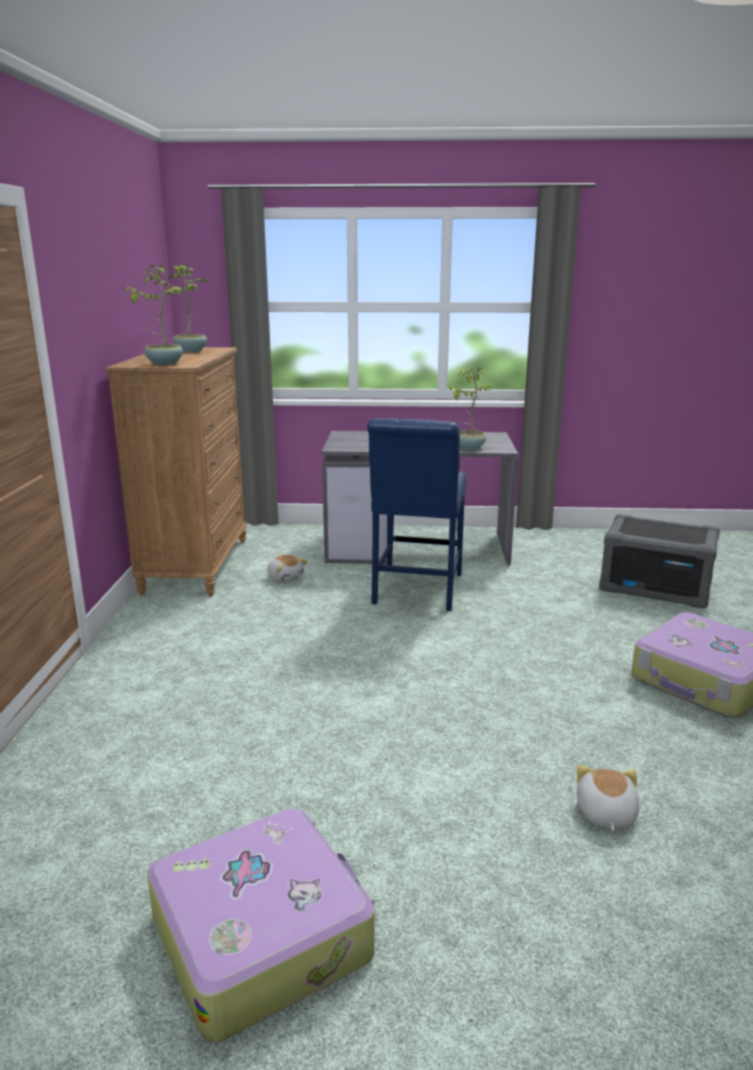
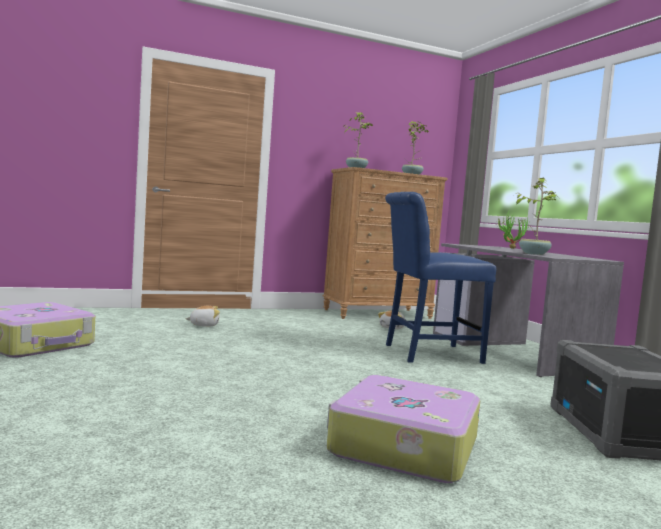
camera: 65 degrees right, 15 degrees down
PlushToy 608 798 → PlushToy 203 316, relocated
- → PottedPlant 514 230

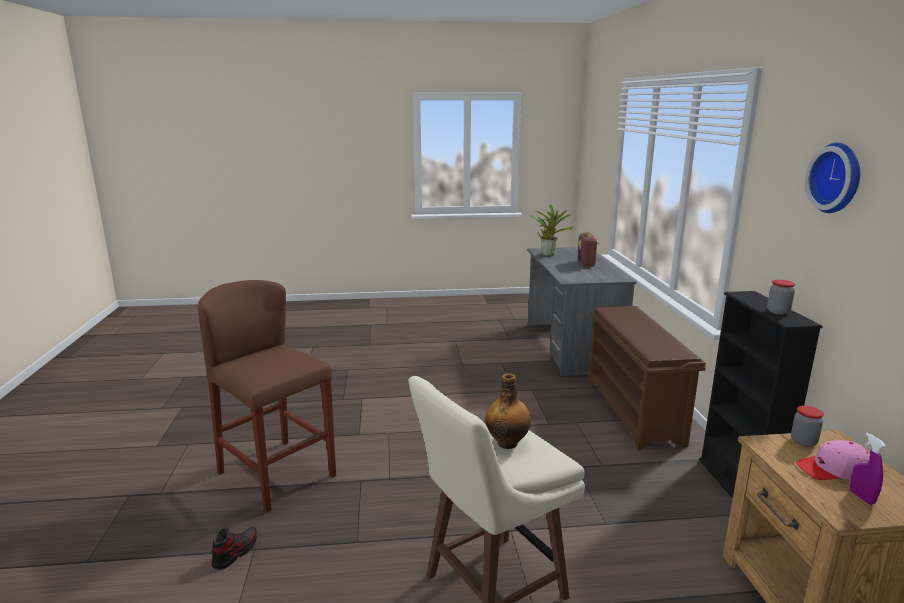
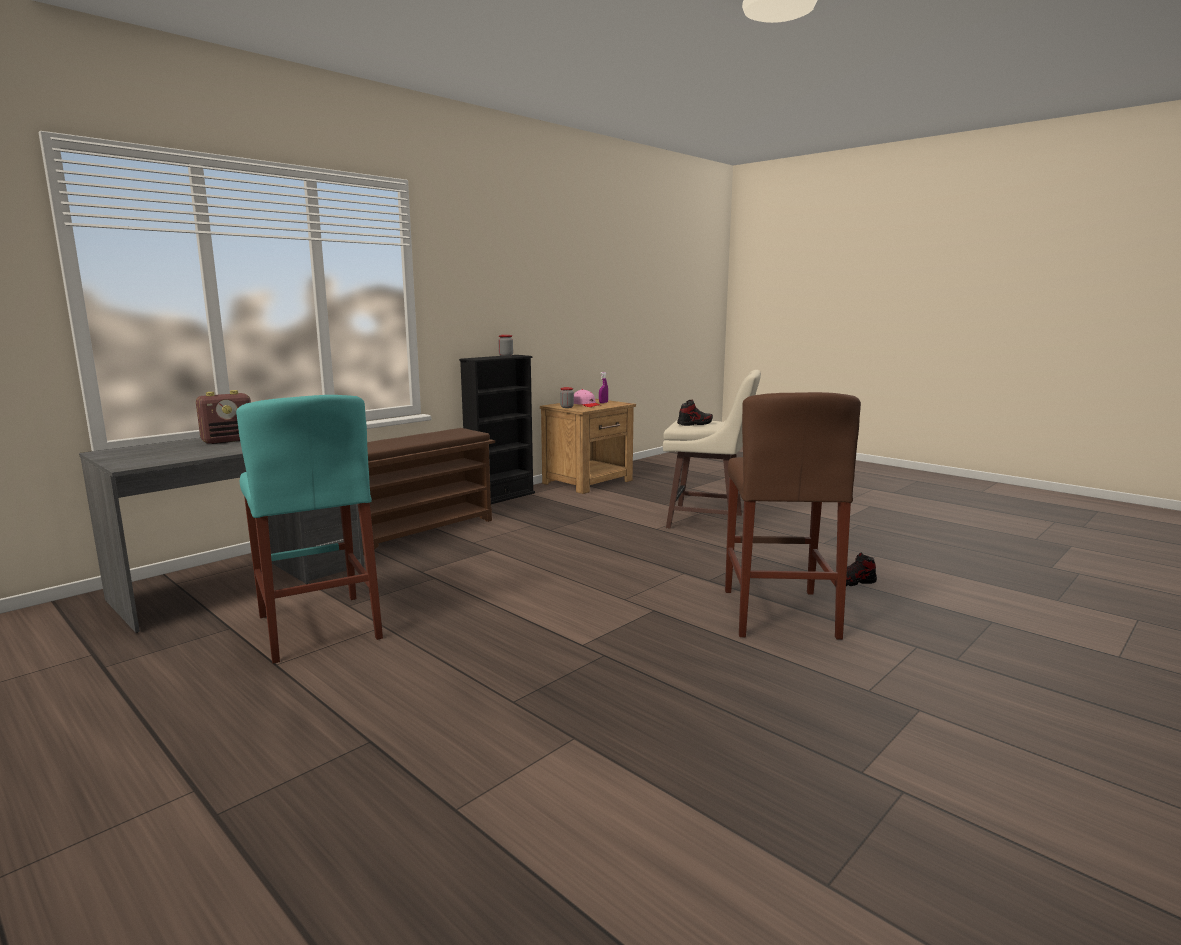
camera: 130 degrees left, 5 degrees down
WallClock 832 178 → -
PottedPlant 551 230 → -
Bottle 508 411 → Shoe 695 413
- → TurquoiseStool 309 529

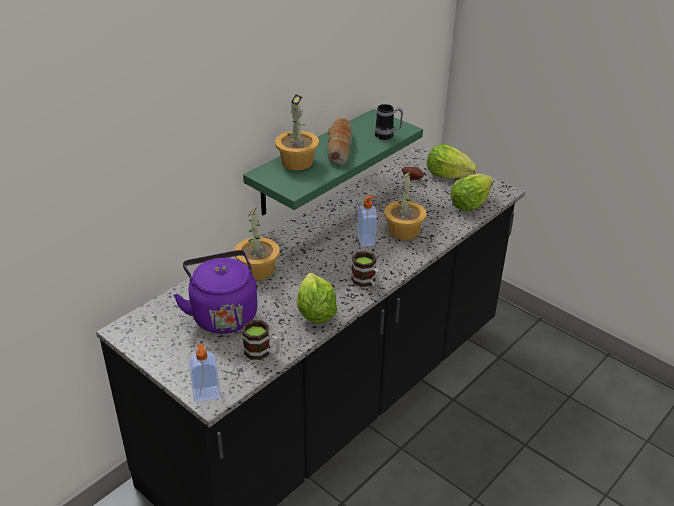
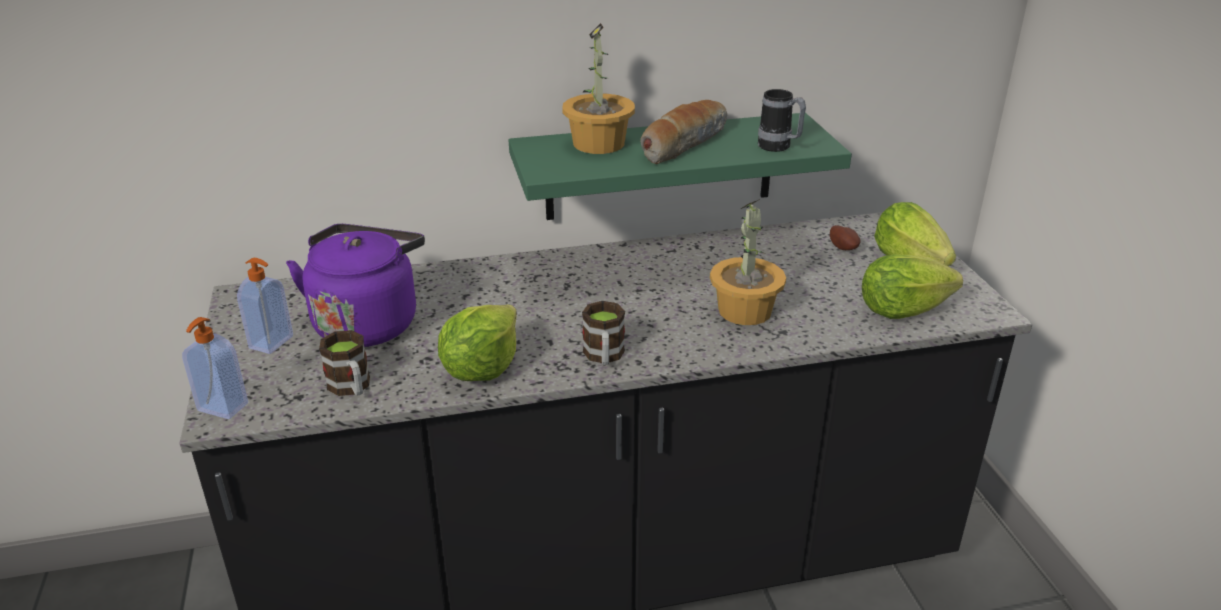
camera: 35 degrees right, 5 degrees down
SoapDispenser 367 221 → SoapDispenser 265 306, relocated
PottedPlant 257 243 → -

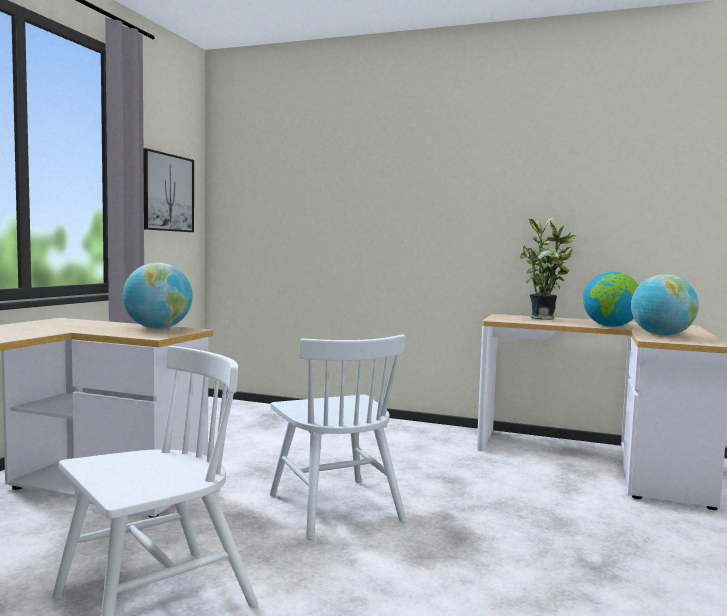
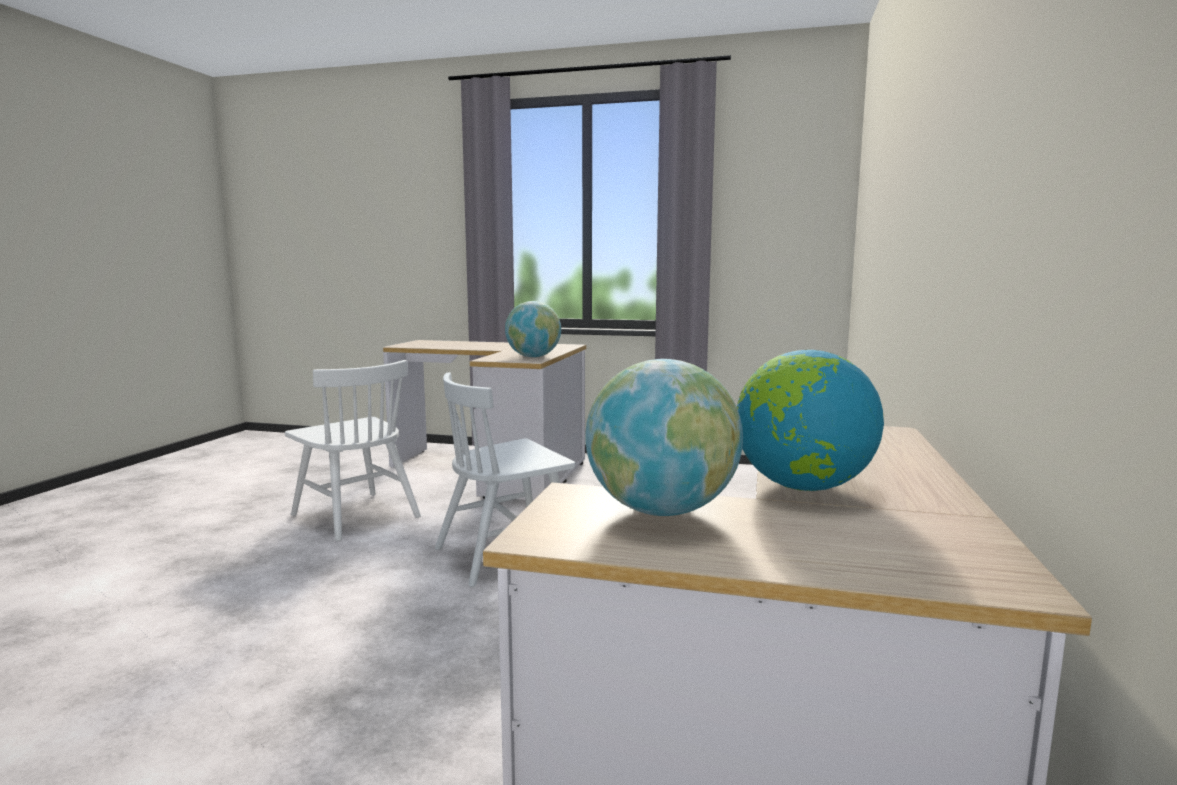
camera: 85 degrees right, 5 degrees up
Picture 168 190 → -
PottedPlant 548 268 → -

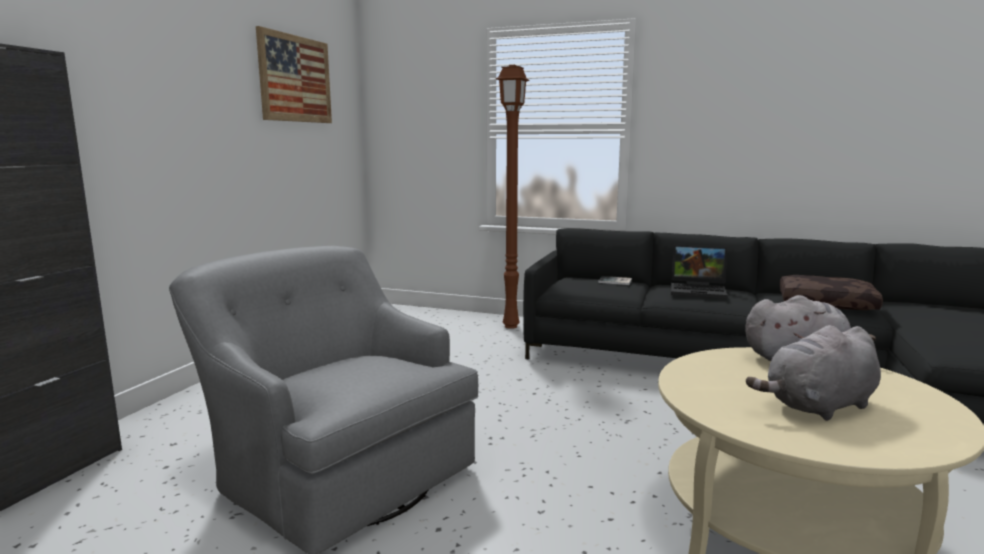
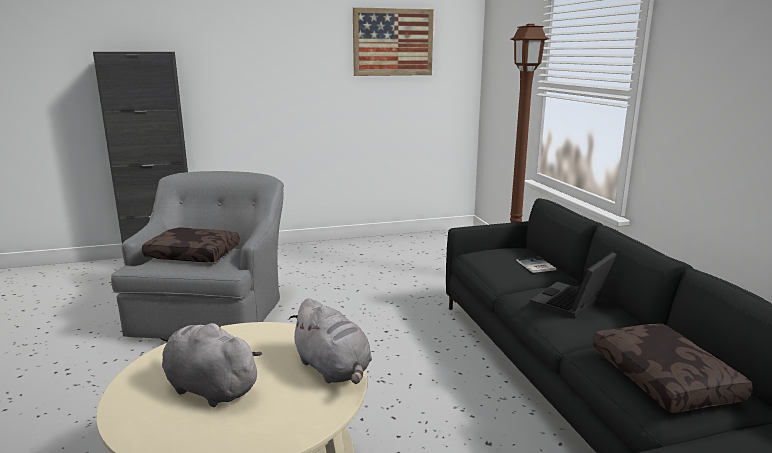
camera: 55 degrees right, 5 degrees up
Laptop 699 271 → Laptop 573 285, 60 degrees clockwise
- → BrownPillow 191 244

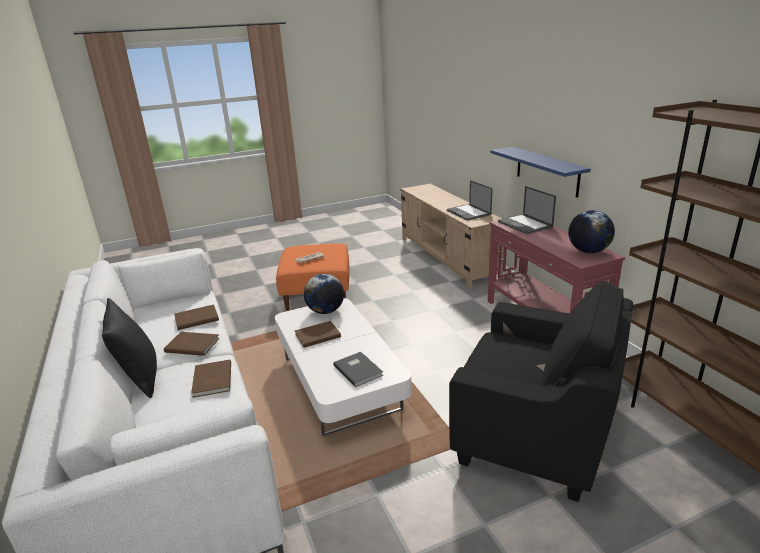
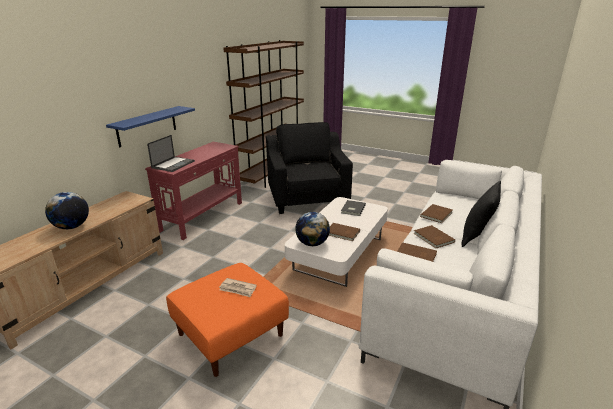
camera: 130 degrees left, 0 degrees up
Laptop 470 200 → -
Globe 591 231 → Globe 67 210, relocated

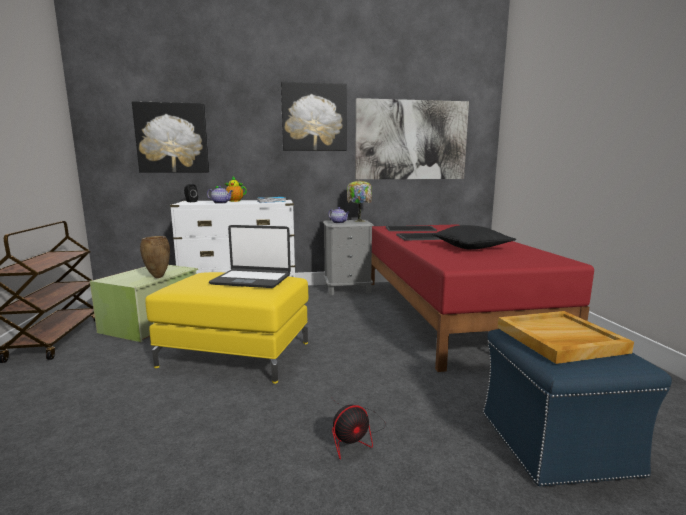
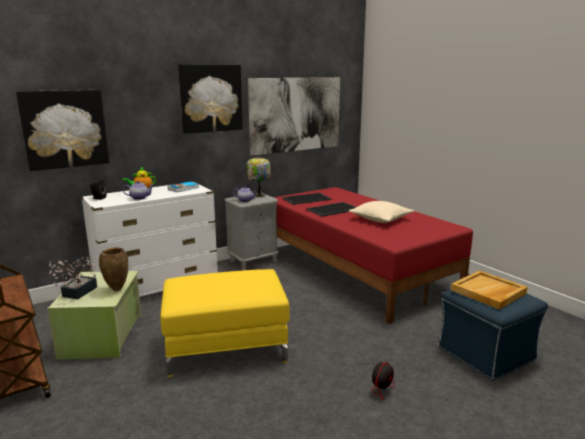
camera: 25 degrees left, 5 degrees up
Laptop 250 256 → -
BlackPillow 473 237 → BeigePillow 381 212
- → PottedPlant 73 278

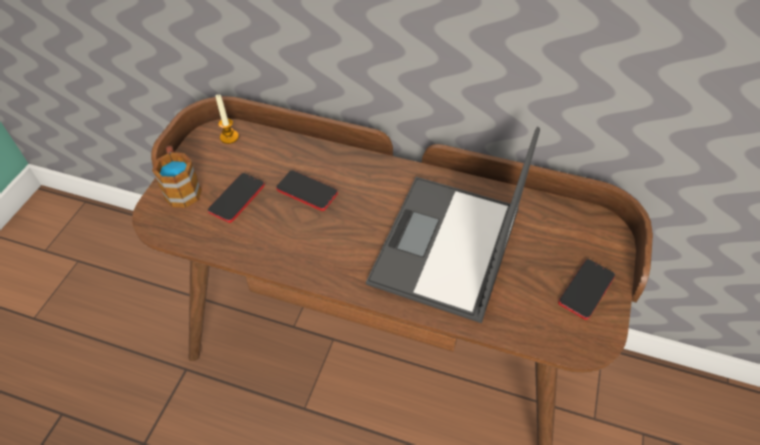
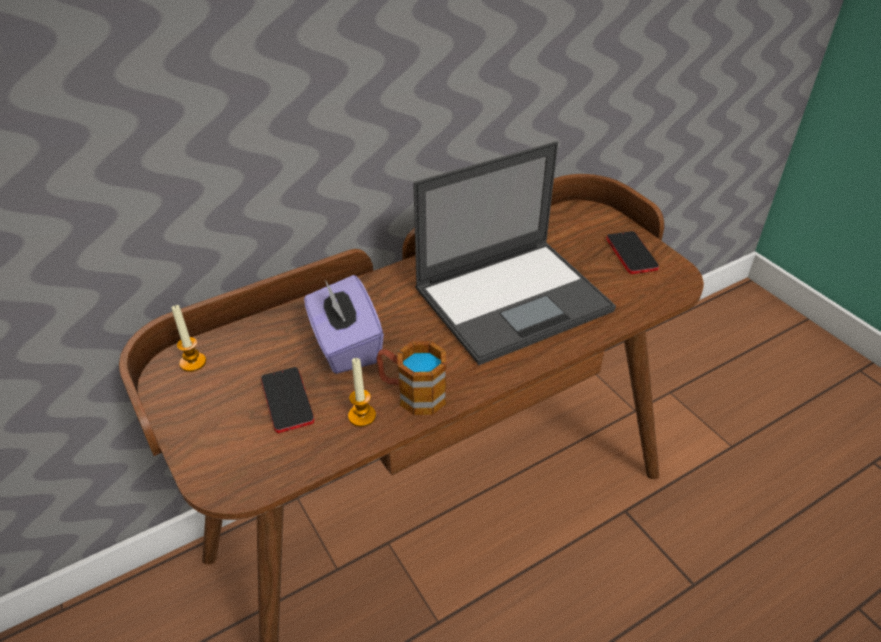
camera: 50 degrees left, 10 degrees down
Laptop 453 225 → Laptop 514 253, 90 degrees counterclockwise
Mug 177 177 → Mug 411 378, relocated
Phone 307 190 → PurpleTissueBox 344 324
- → Candle 362 392

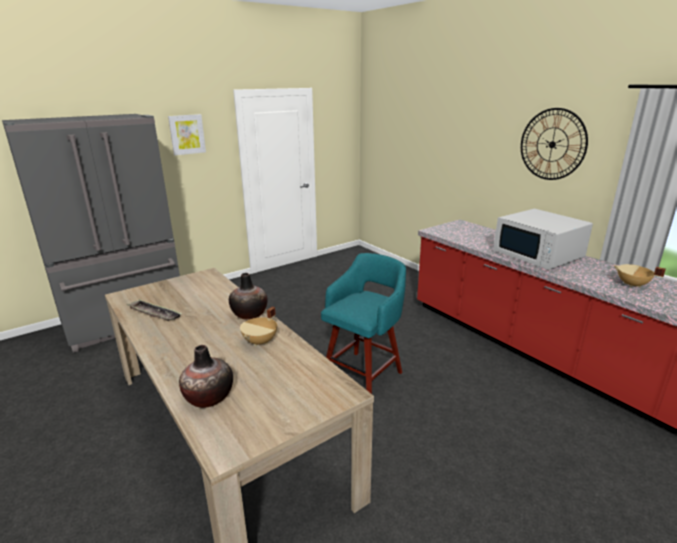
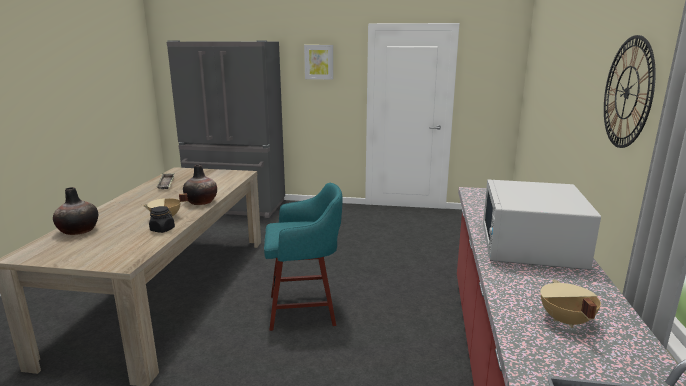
camera: 45 degrees right, 5 degrees down
- → BlackJar 162 219

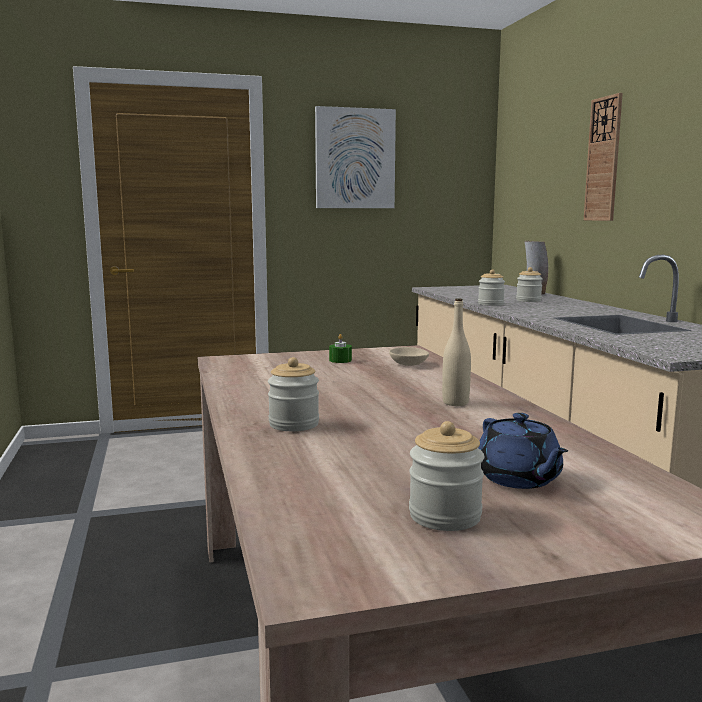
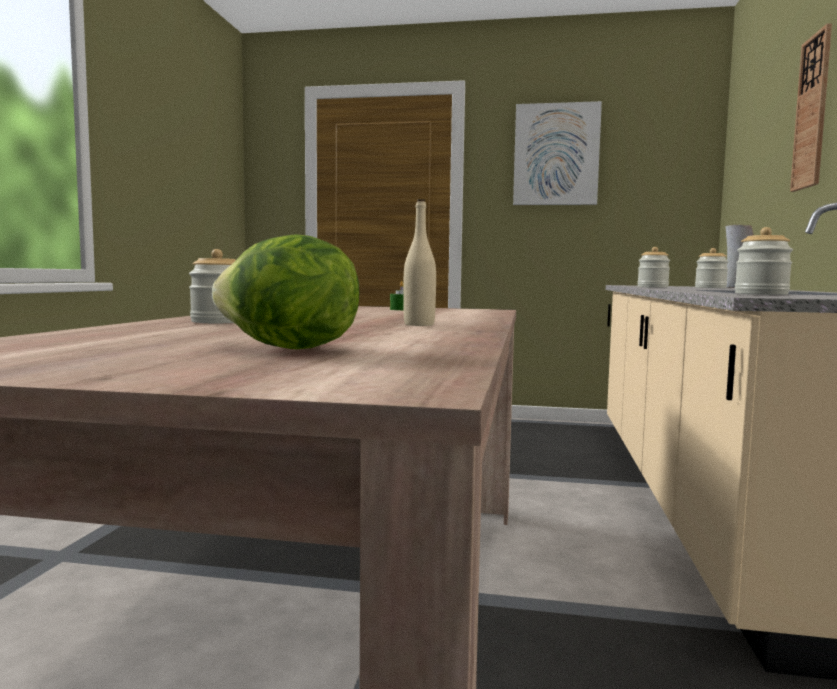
camera: 25 degrees right, 5 degrees down
BeigeBowl 409 356 → -
BlueTeapot 523 451 → Lettuce 285 291
Jar 447 476 → Jar 764 261, relocated

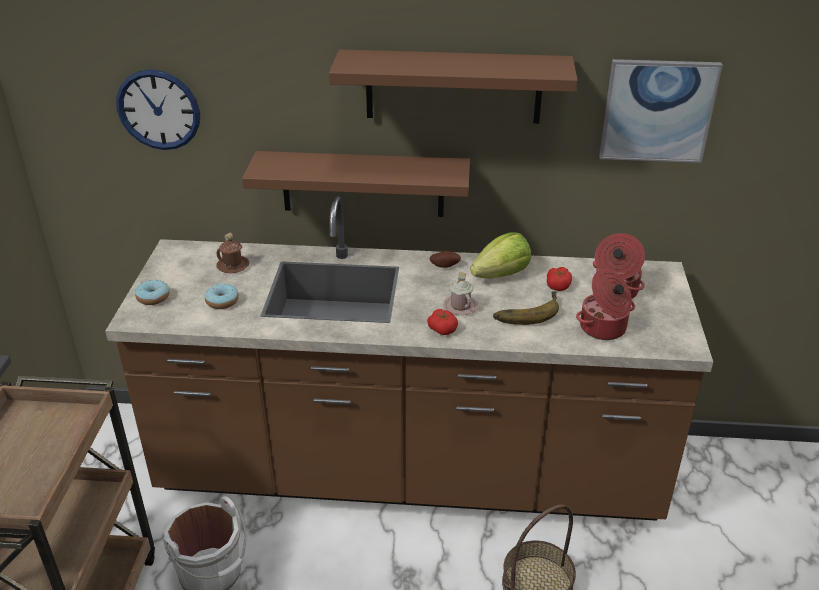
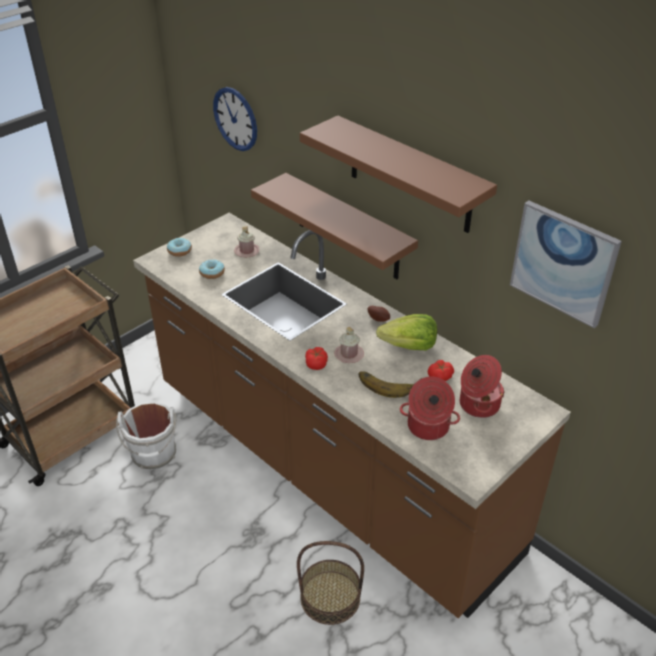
camera: 40 degrees right, 5 degrees up
BrownMug 232 253 → PinkMug 247 241

